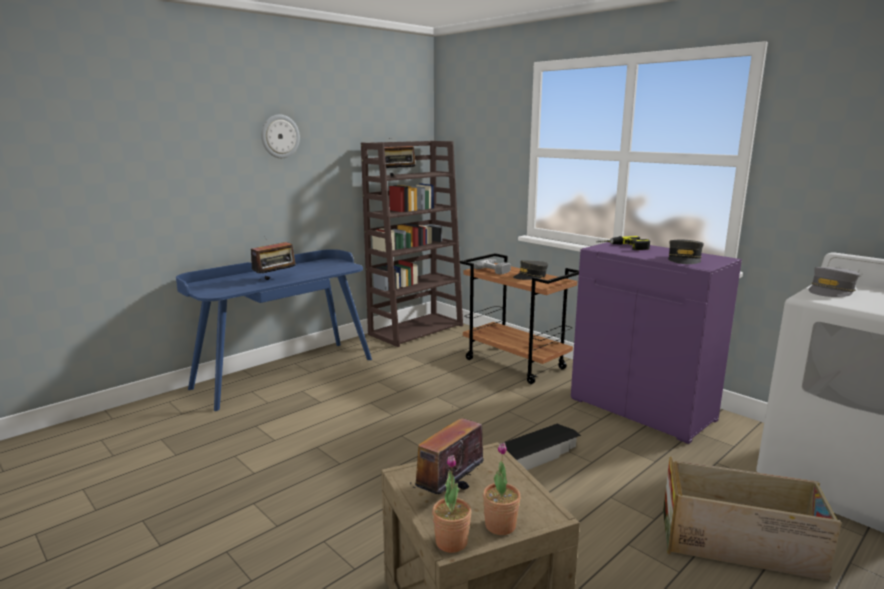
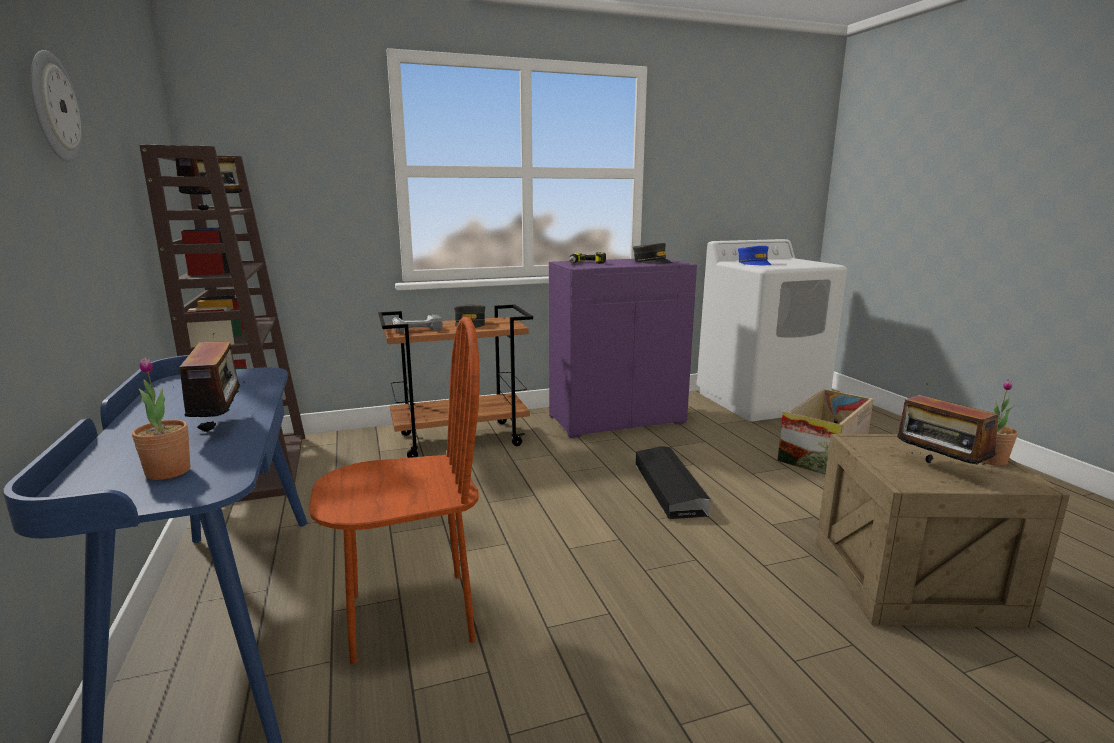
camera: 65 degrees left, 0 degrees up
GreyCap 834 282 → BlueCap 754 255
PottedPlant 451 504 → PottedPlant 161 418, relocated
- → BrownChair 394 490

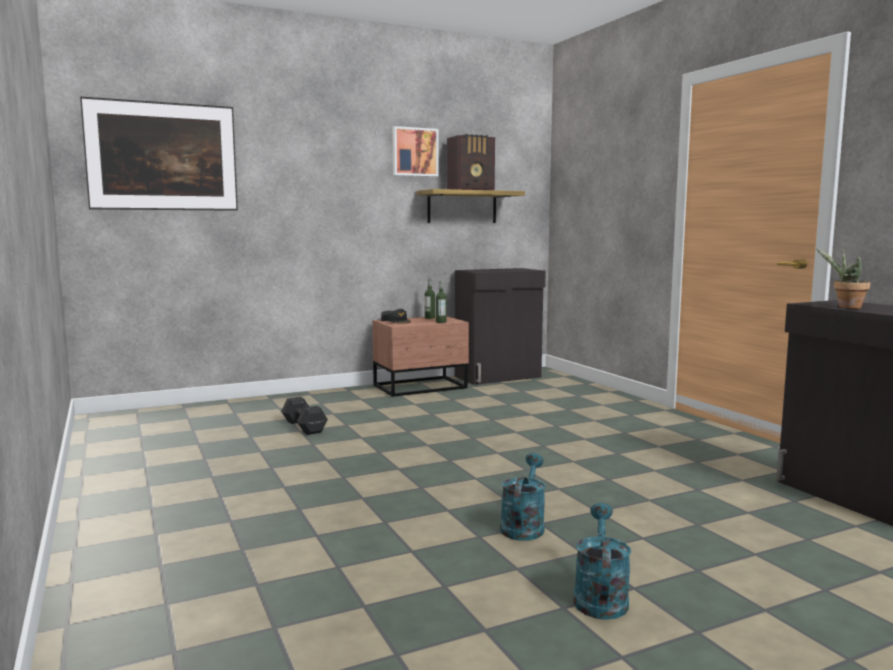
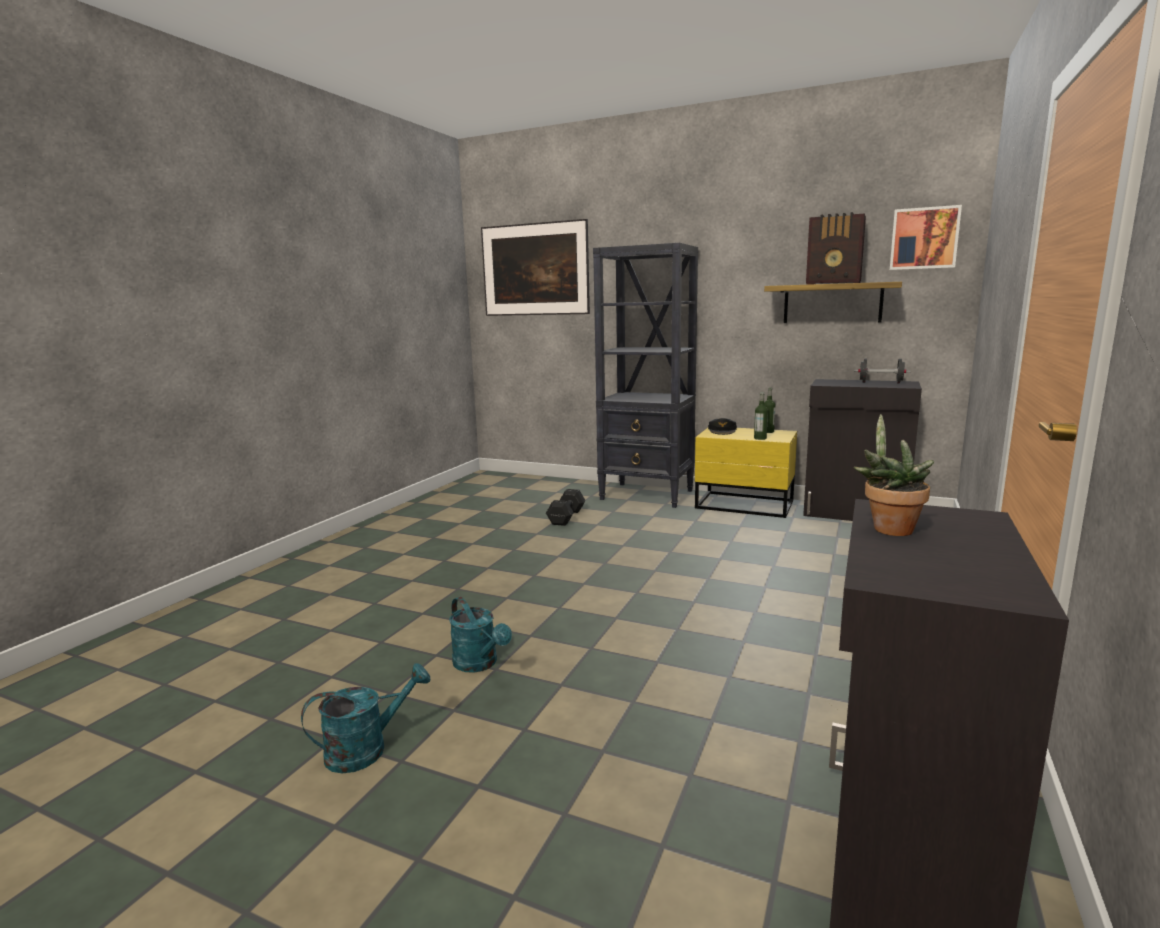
camera: 50 degrees right, 5 degrees up
Picture 415 151 → Picture 926 237, relocated
BrownNightstand 420 356 → YellowNightstand 746 473
TurquoiseWateringCan 522 497 → TurquoiseWateringCan 480 635, 75 degrees clockwise
- → BlackBookcase 645 375
- → BlackDumbbell 882 371

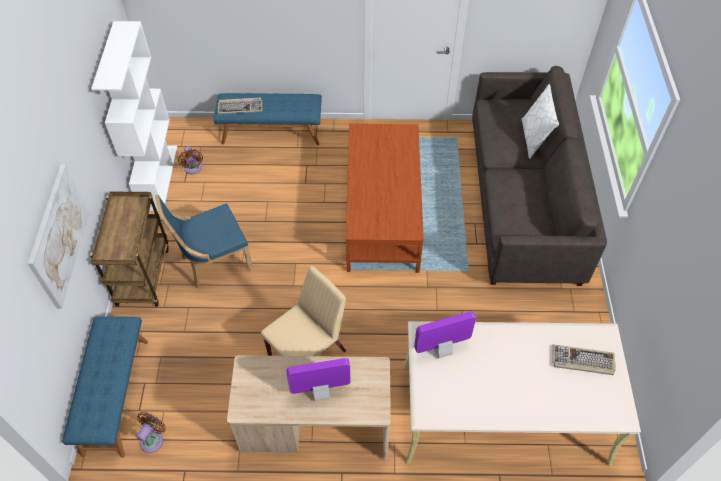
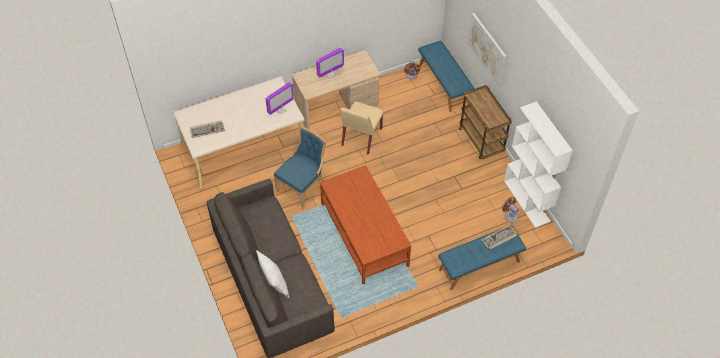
camera: 155 degrees right, 0 degrees up
BlueChair 204 241 → BlueChair 300 168, relocated

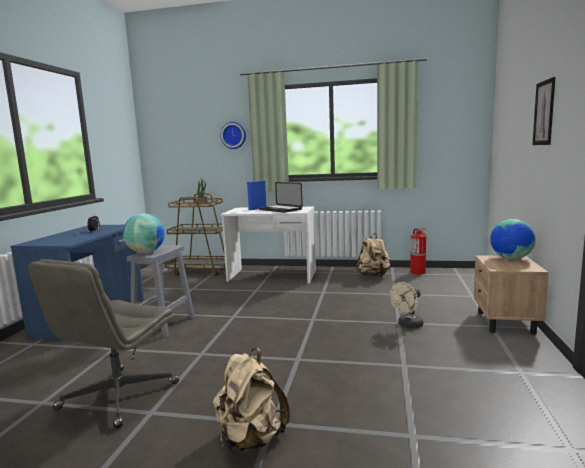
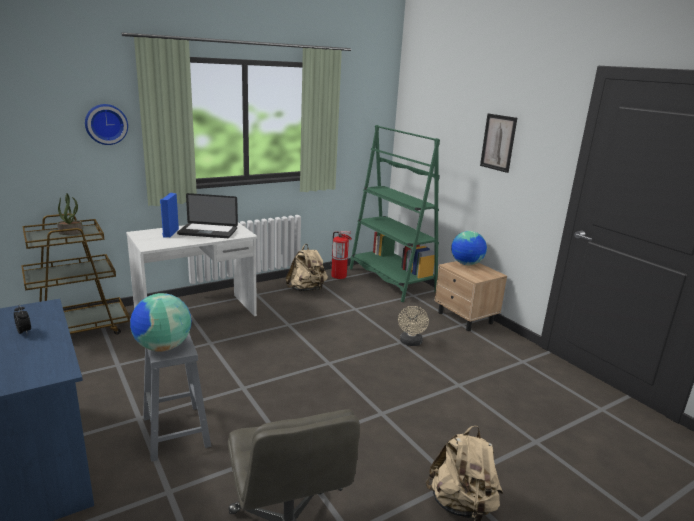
camera: 45 degrees left, 10 degrees up
- → GreenBookcase 394 213

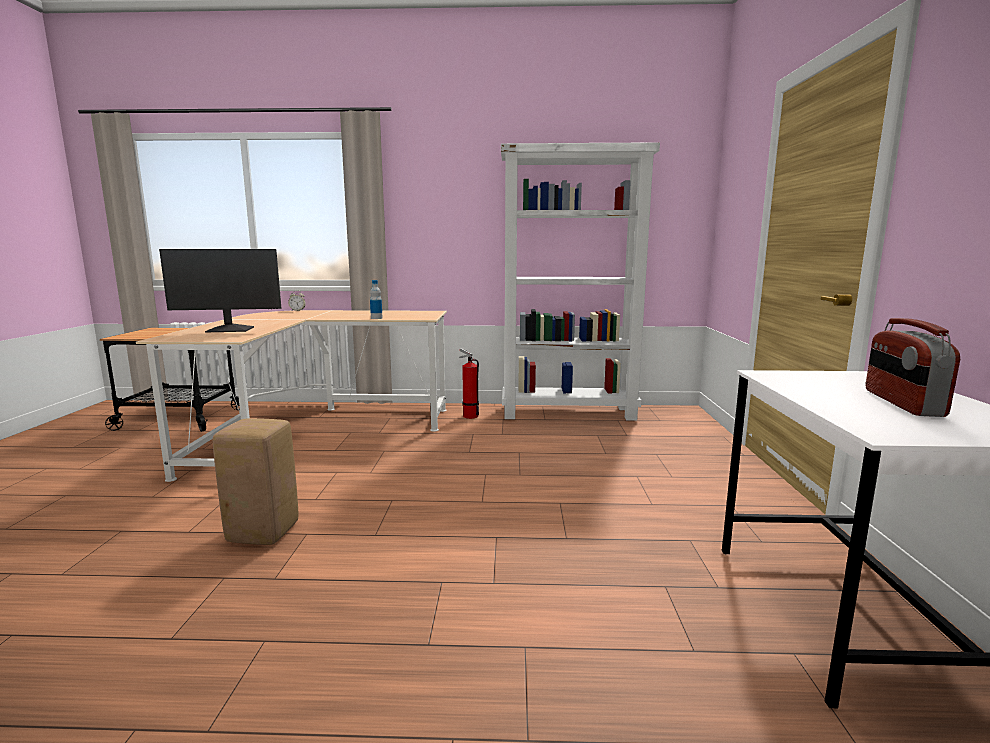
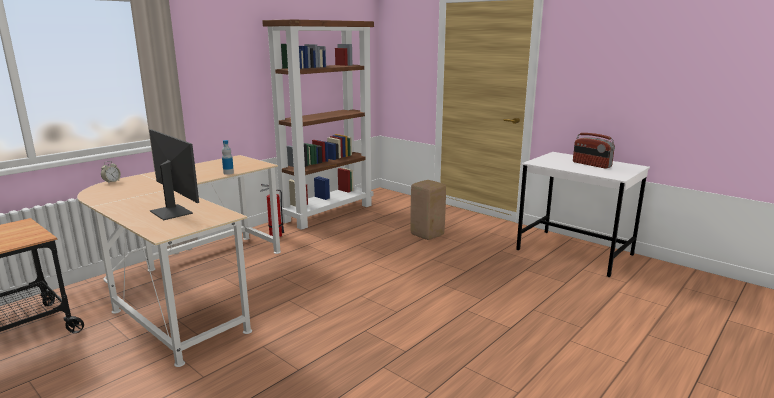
camera: 50 degrees left, 5 degrees up
WhiteBookcase 580 281 → BrownBookcase 318 124
Monitor 220 291 → Monitor 174 174, 75 degrees counterclockwise
BeigeStool 255 481 → BeigeStool 428 210, relocated

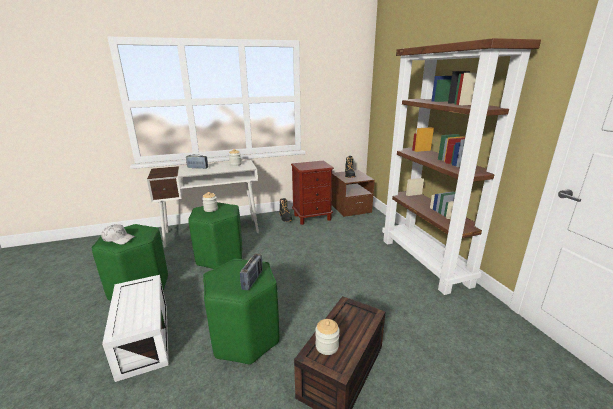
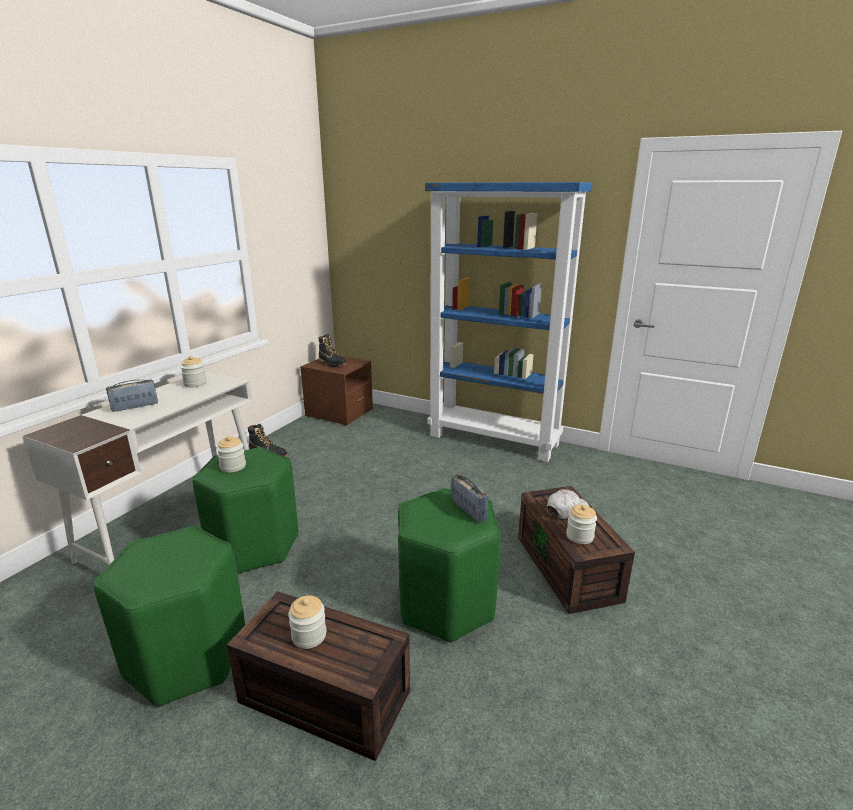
camera: 45 degrees left, 0 degrees up
BrownBookcase 461 166 → BlueBookcase 509 322
BrownNightstand 312 192 → -
WhiteCap 118 234 → WhiteCap 568 504, relocated
WhiteStorageBox 135 328 → BrownStorageBox 318 676
- → Jar 307 622

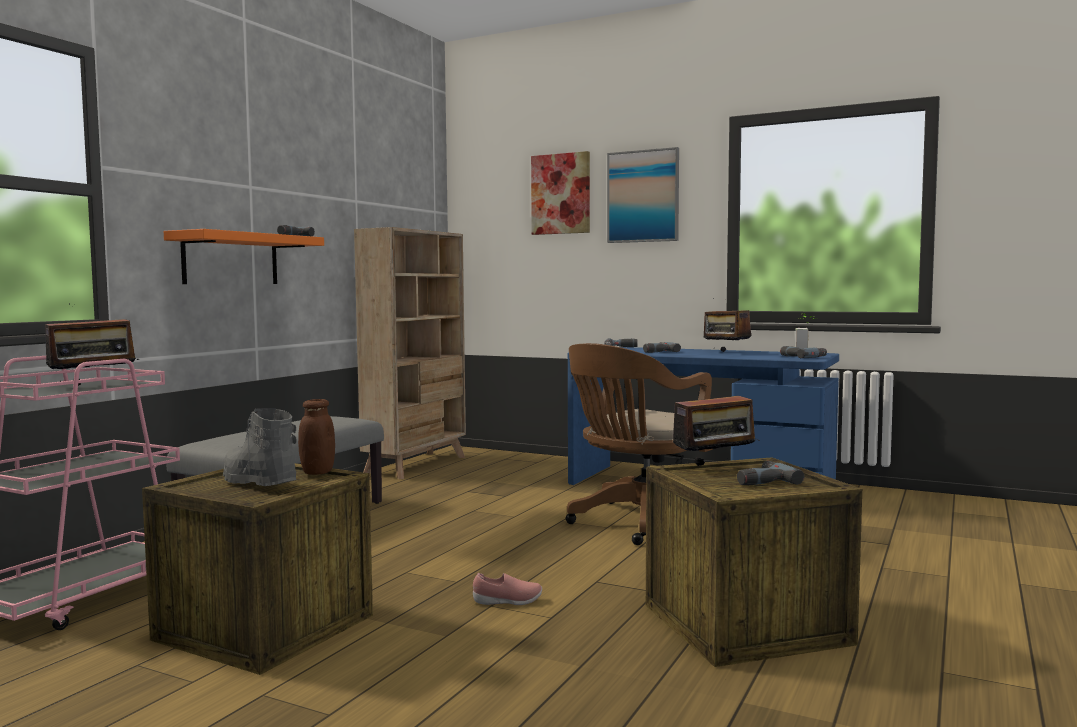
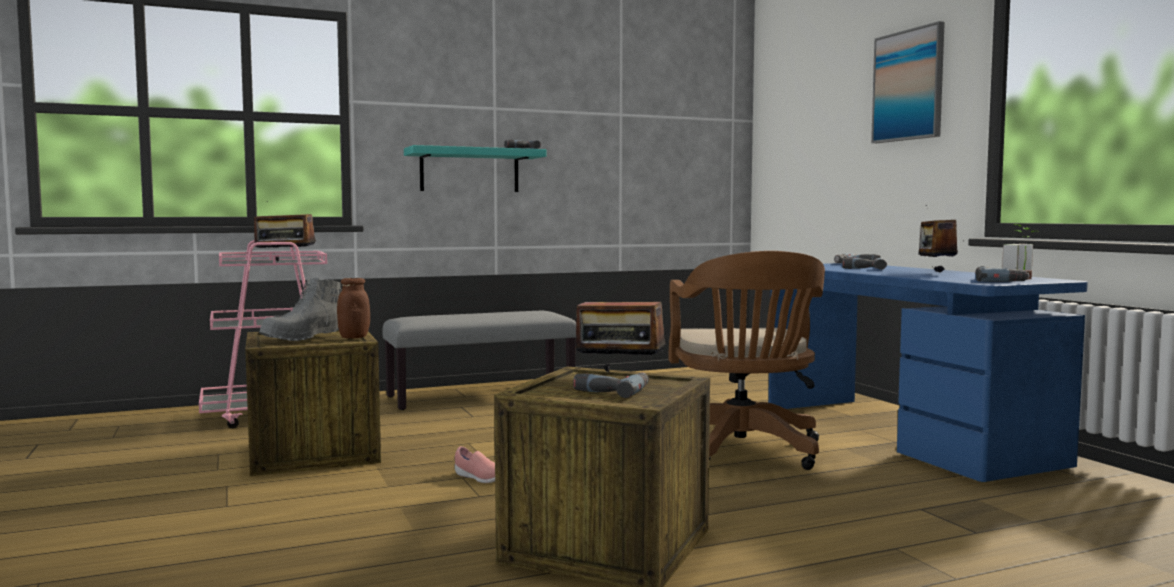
camera: 40 degrees right, 0 degrees up
Picture 560 193 → -
BeigeBookcase 410 353 → -
OrangeShelf 244 256 → TurquoiseShelf 475 168
BrownOfficeChair 639 444 → BrownOfficeChair 746 360, 90 degrees counterclockwise
GreyBoot 260 447 → GreyBoot 300 309, 135 degrees counterclockwise

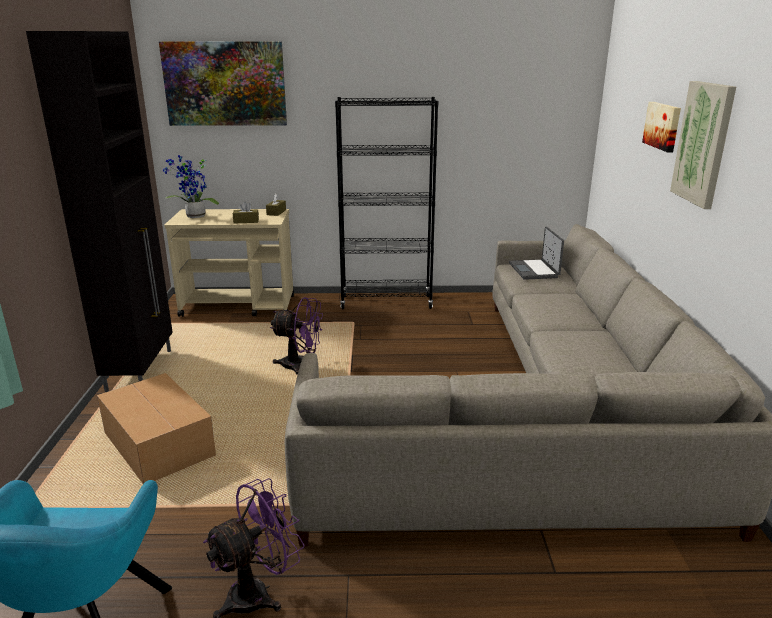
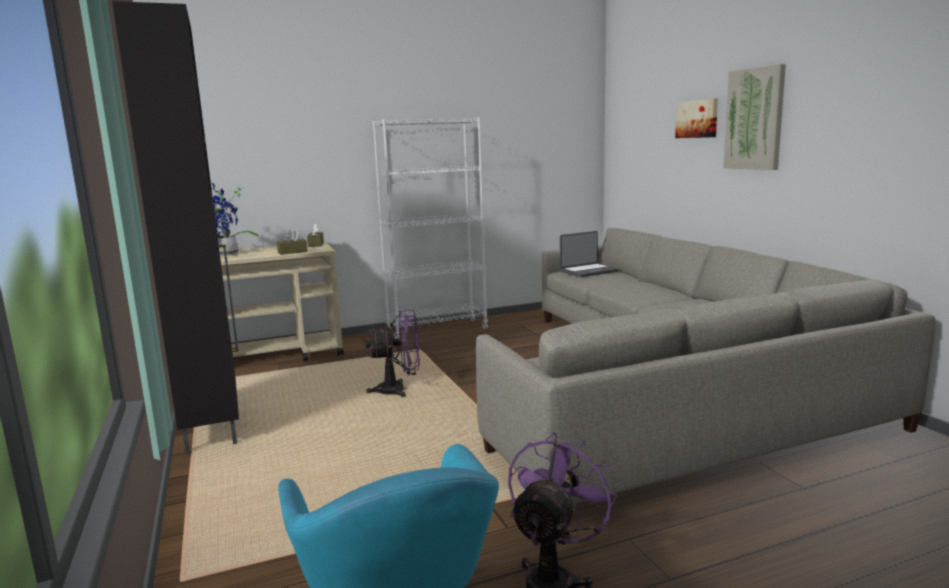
camera: 20 degrees left, 10 degrees down
Picture 223 84 → -
BlackBookcase 386 203 → WhiteBookcase 430 228
Laptop 536 253 → Laptop 589 254, 90 degrees counterclockwise
CardboardBox 156 428 → -

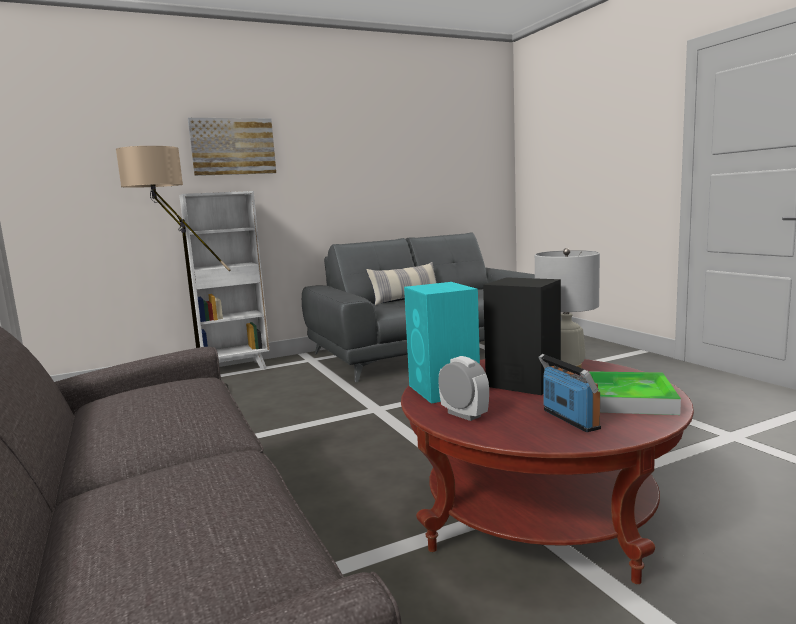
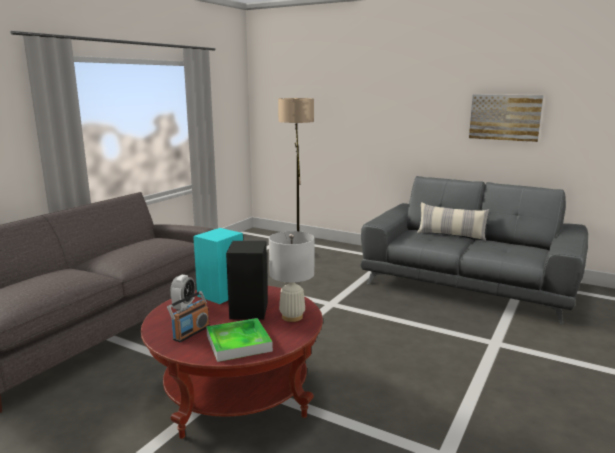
camera: 55 degrees right, 5 degrees up
Picture 232 147 → Picture 506 118, relocated
WhiteBookcase 224 280 → -

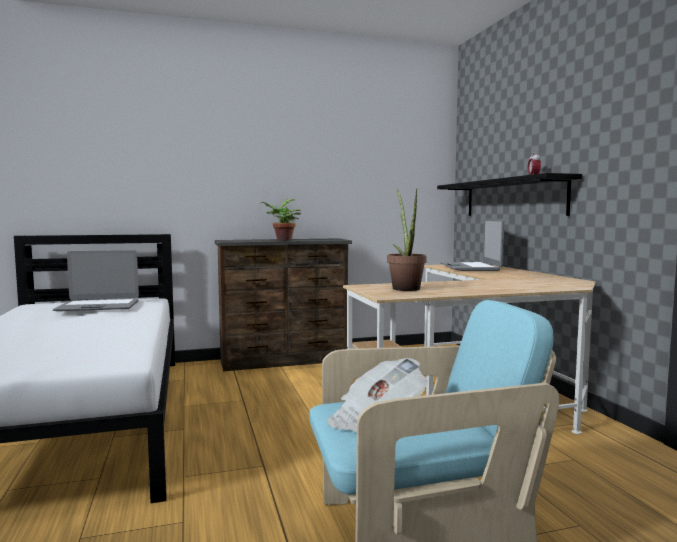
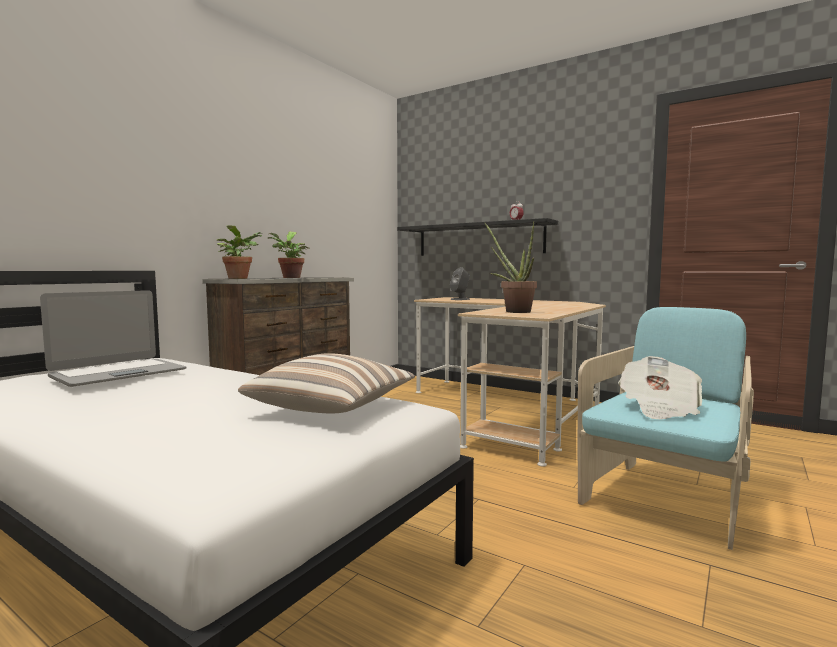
camera: 40 degrees left, 0 degrees up
Laptop 472 245 → GreySpeaker 460 284
- → PottedPlant 240 252
- → Pillow 326 383

